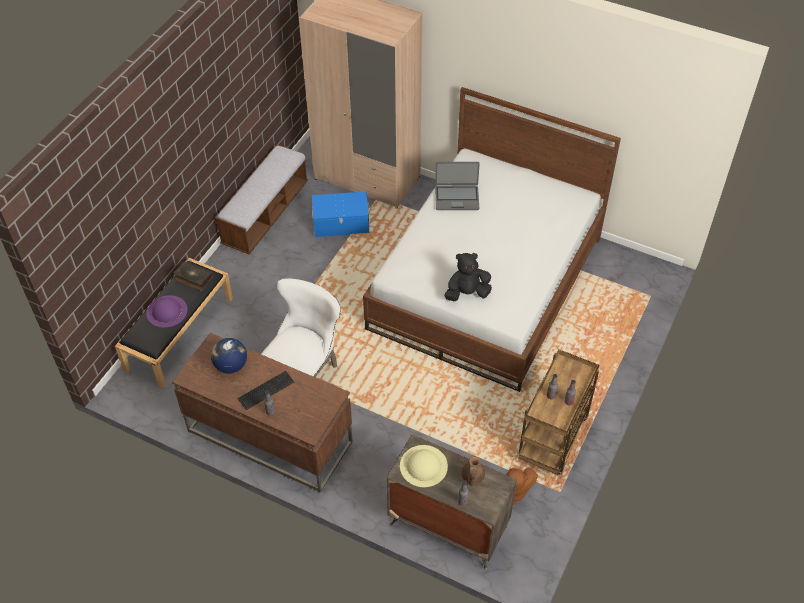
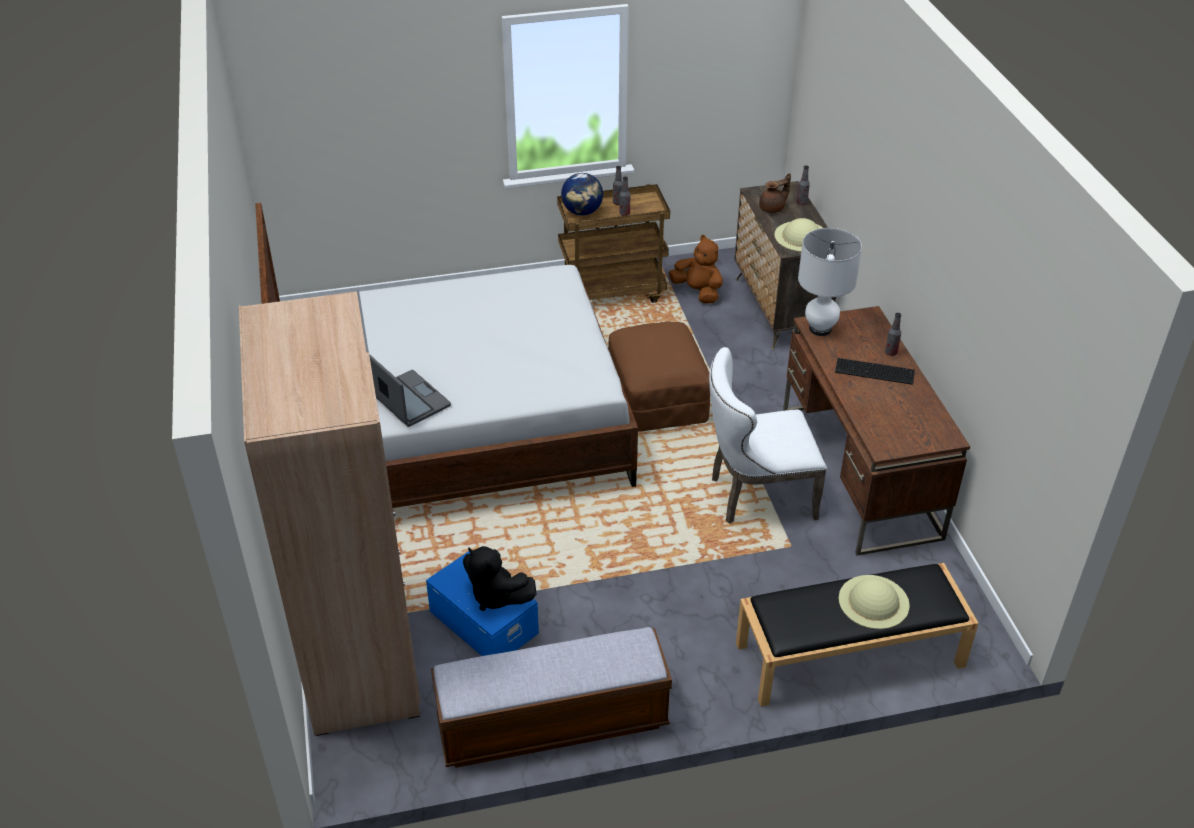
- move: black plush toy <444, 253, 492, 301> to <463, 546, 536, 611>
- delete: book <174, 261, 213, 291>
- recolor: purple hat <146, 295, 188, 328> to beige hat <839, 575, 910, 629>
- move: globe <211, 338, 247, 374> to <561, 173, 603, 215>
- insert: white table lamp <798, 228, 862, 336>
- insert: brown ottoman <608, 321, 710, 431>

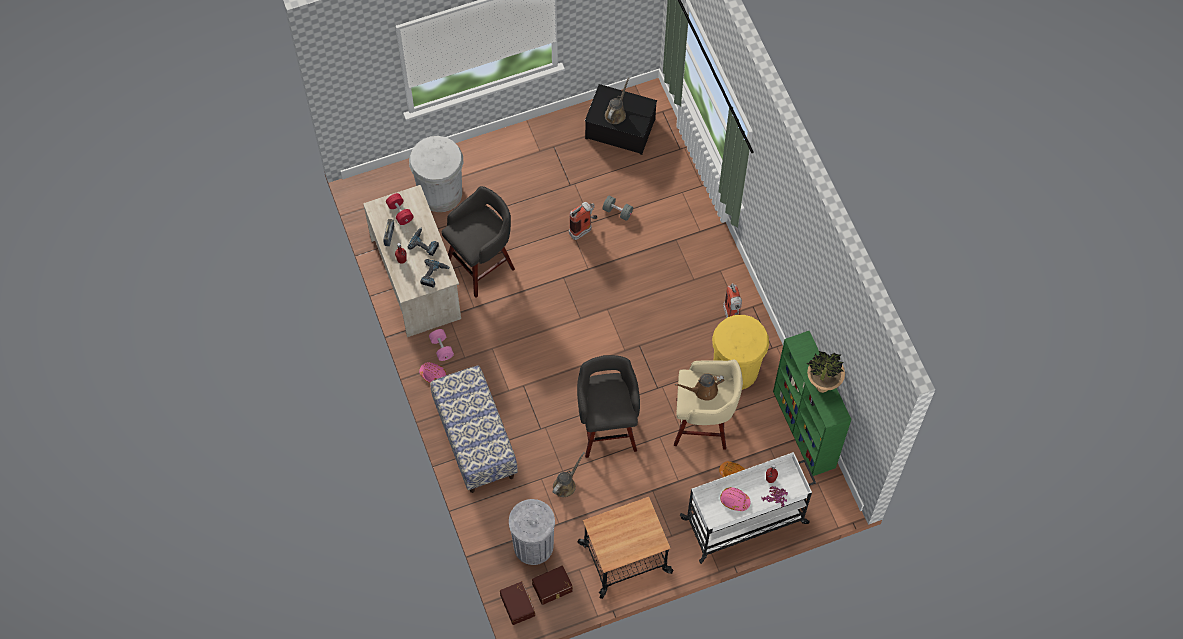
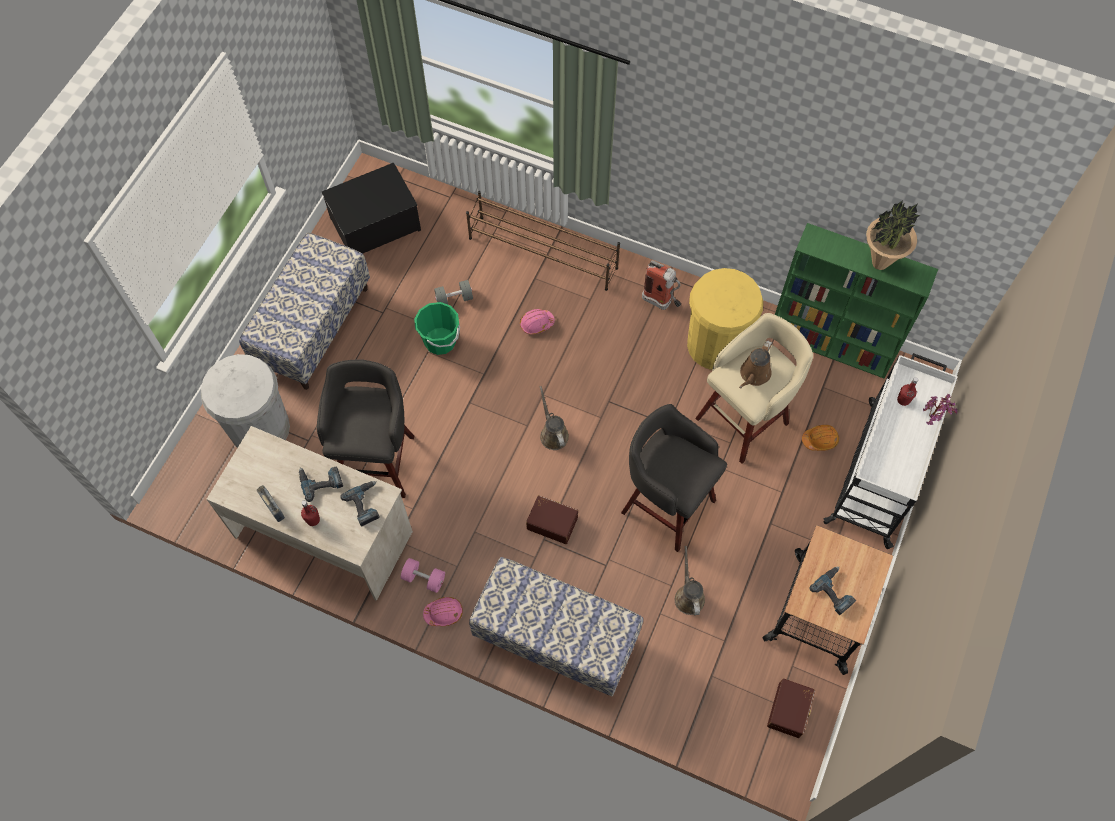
- move: brown watering can <605, 78, 629, 124> to <540, 386, 569, 450>
- delete: red dumbbell <386, 193, 413, 225>
- replace: fire extinguisher <569, 202, 597, 240> to green bucket <414, 302, 460, 355>
- move: pink hard hat <720, 487, 750, 511> to <520, 309, 555, 335>
- delete: grey trash can <509, 499, 555, 565>
- move: brown storage box <500, 581, 535, 625> to <526, 495, 578, 544>
- insert: brown shoe rack <466, 191, 620, 291>
- insert: bench <239, 232, 370, 390>
- insert: power drill <810, 566, 856, 615>

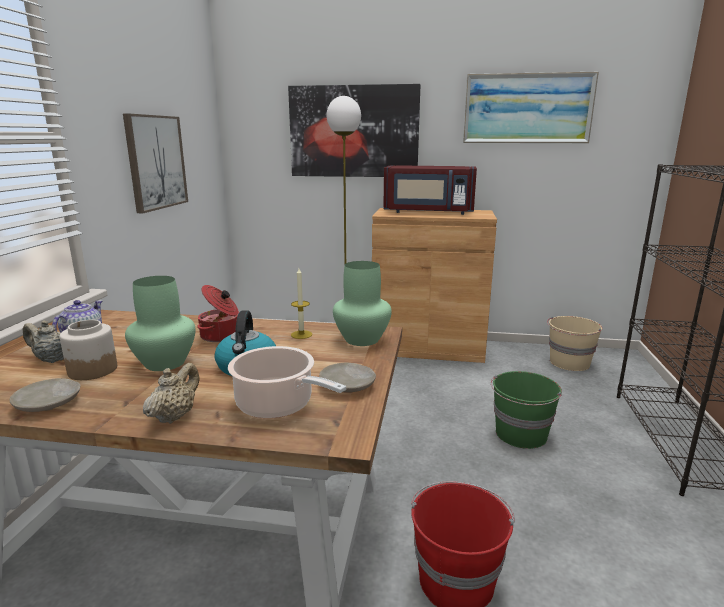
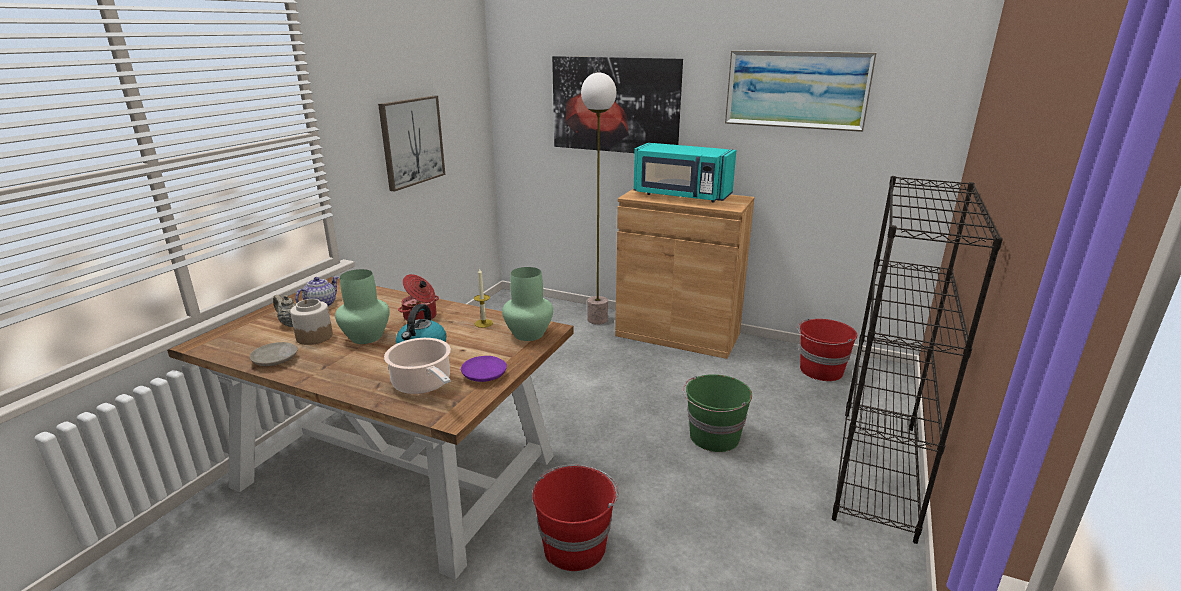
- recolor: red microwave <383, 165, 477, 215> to turquoise microwave <634, 143, 736, 203>
- recolor: beige bucket <547, 316, 602, 371> to red bucket <797, 318, 857, 381>
- recolor: beige plate <319, 362, 376, 392> to purple plate <461, 356, 507, 382>
- delete: beige teapot <143, 363, 199, 424>

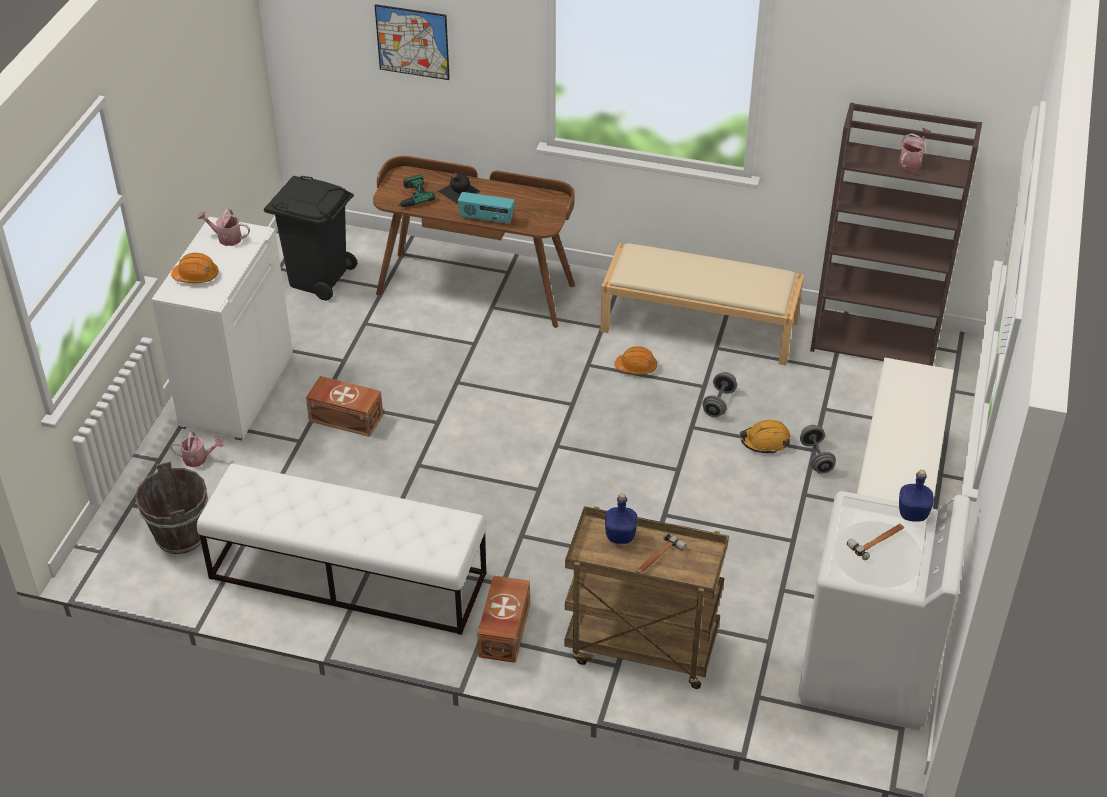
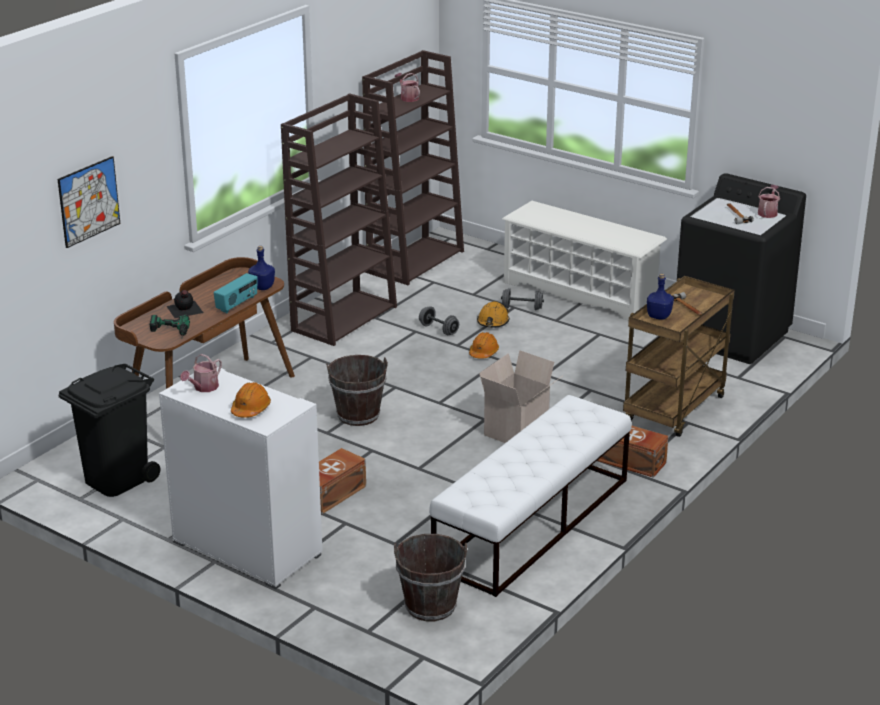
- replace: beige bench <600, 243, 804, 365> to brown bookcase <281, 93, 397, 346>
- move: orange hard hat <615, 346, 657, 374> to <469, 332, 499, 359>
- move: watering can <170, 431, 224, 467> to <758, 185, 780, 218>
- move: blue bottle <899, 470, 934, 522> to <248, 246, 275, 290>
- recolor: white washing machine <798, 491, 970, 731> to black washing machine <677, 173, 806, 364>
- insert: cardboard box <479, 350, 562, 443>
- insert: brown bucket <326, 355, 388, 426>

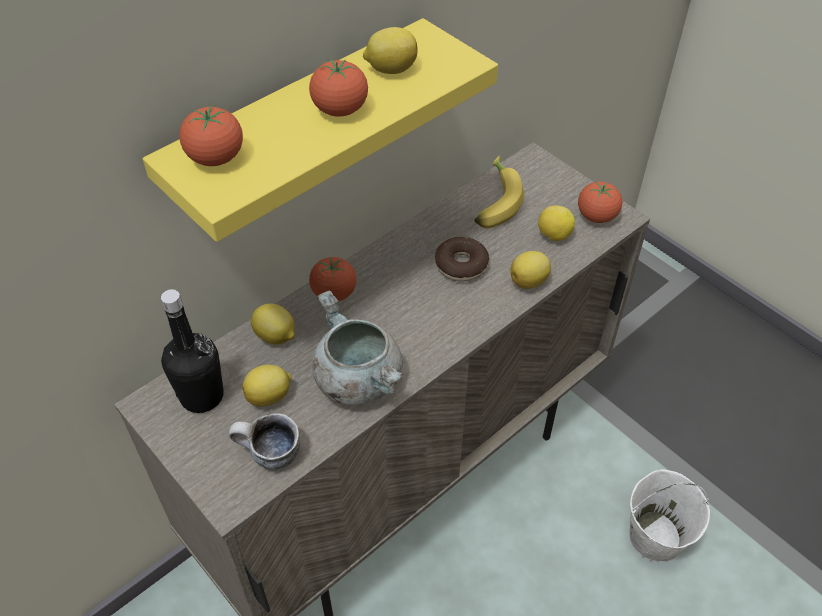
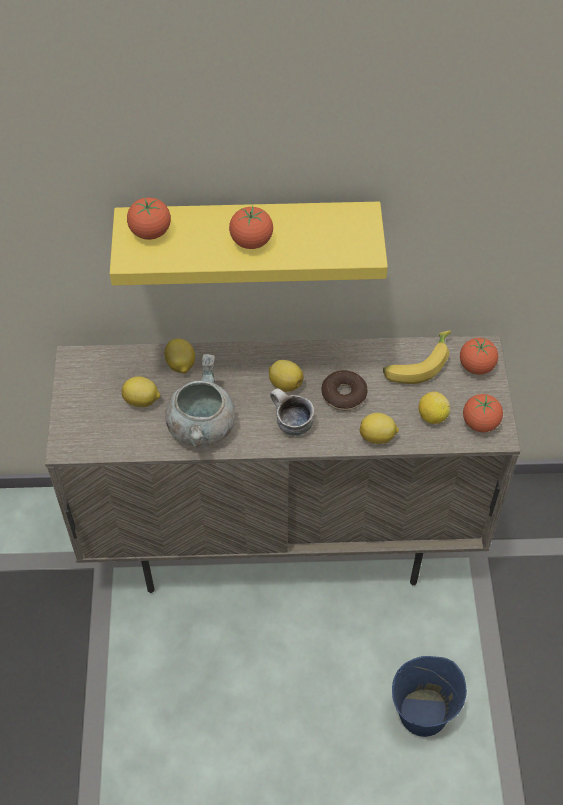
- move: lemon <363, 27, 418, 74> to <269, 360, 303, 392>
- move: tomato <309, 257, 357, 301> to <460, 338, 498, 375>
- delete: black bottle <161, 289, 224, 413>
- move: mug <229, 413, 300, 470> to <270, 388, 314, 436>
- recolor: white bucket <629, 469, 710, 562> to blue bucket <392, 656, 467, 737>

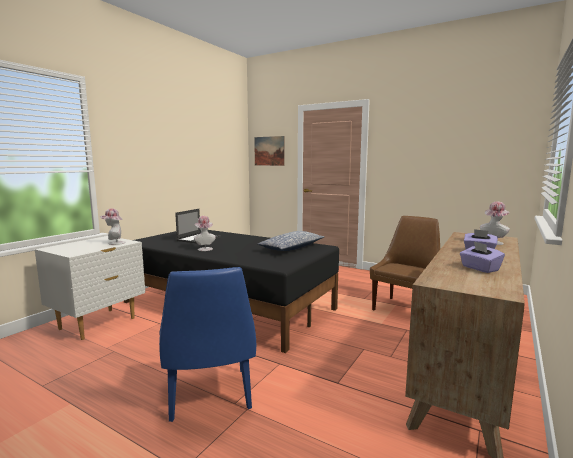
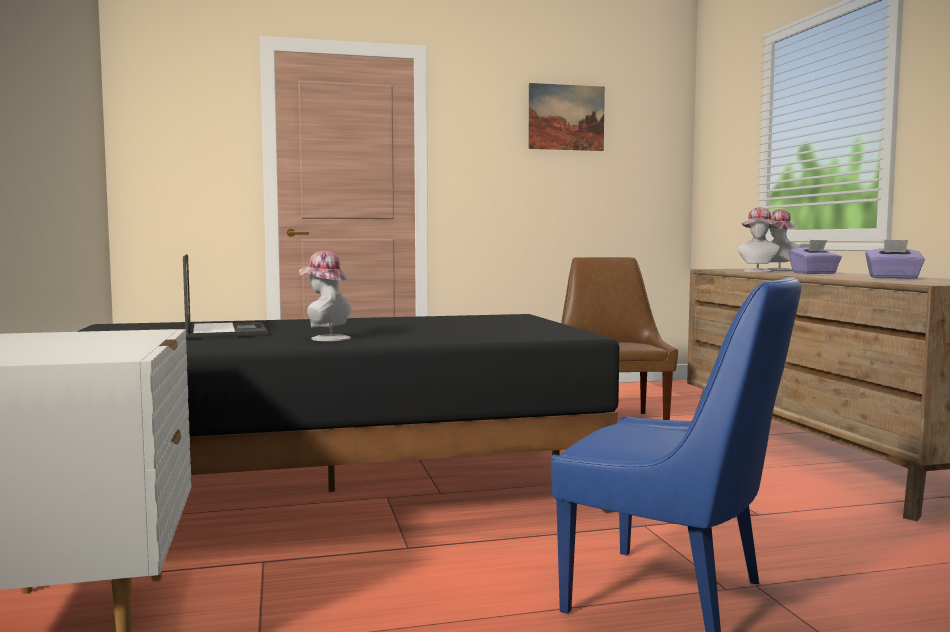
- move: picture <254, 136, 285, 166> to <528, 83, 605, 151>
- move: hat <100, 208, 126, 245> to <737, 207, 780, 272>
- delete: pillow <258, 231, 324, 251>

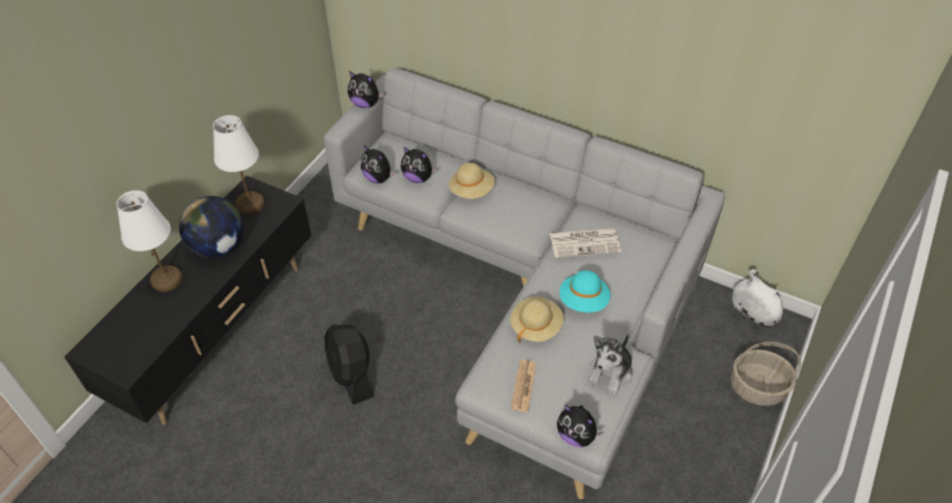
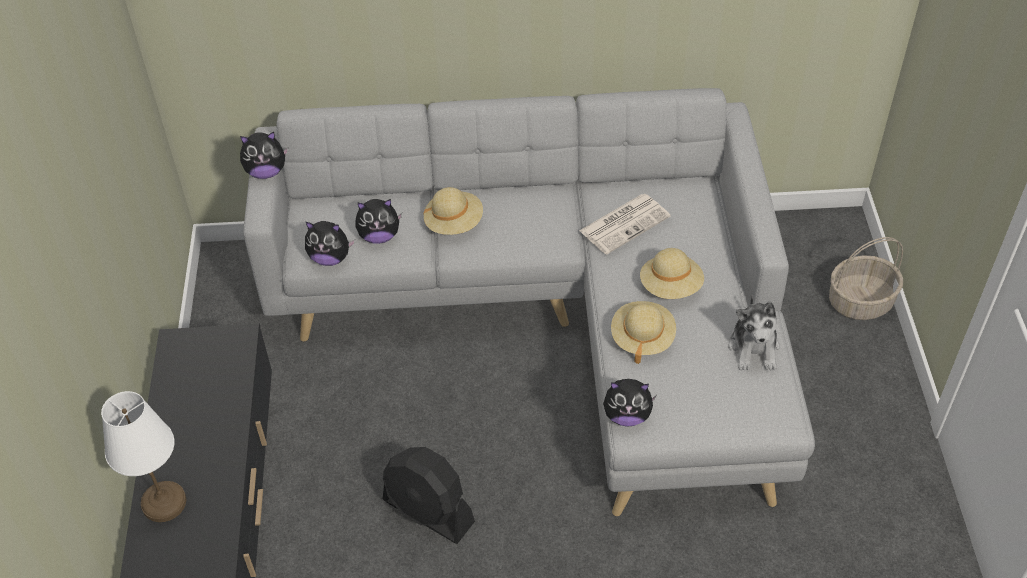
- delete: white table lamp <213, 115, 265, 215>
- delete: globe <179, 196, 244, 258>
- delete: white vase <732, 269, 783, 327>
- recolor: turquoise hat <560, 270, 610, 312> to beige hat <640, 248, 704, 299>
- delete: newspaper <511, 360, 536, 412>
- move: plush toy <557, 405, 603, 447> to <603, 379, 657, 427>

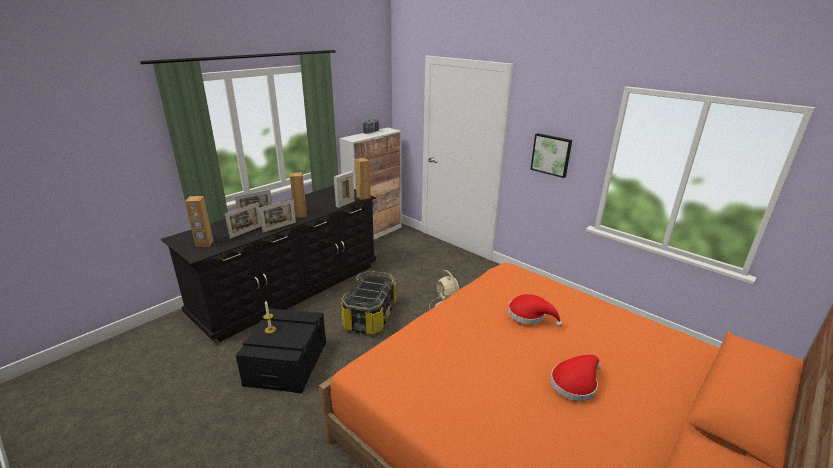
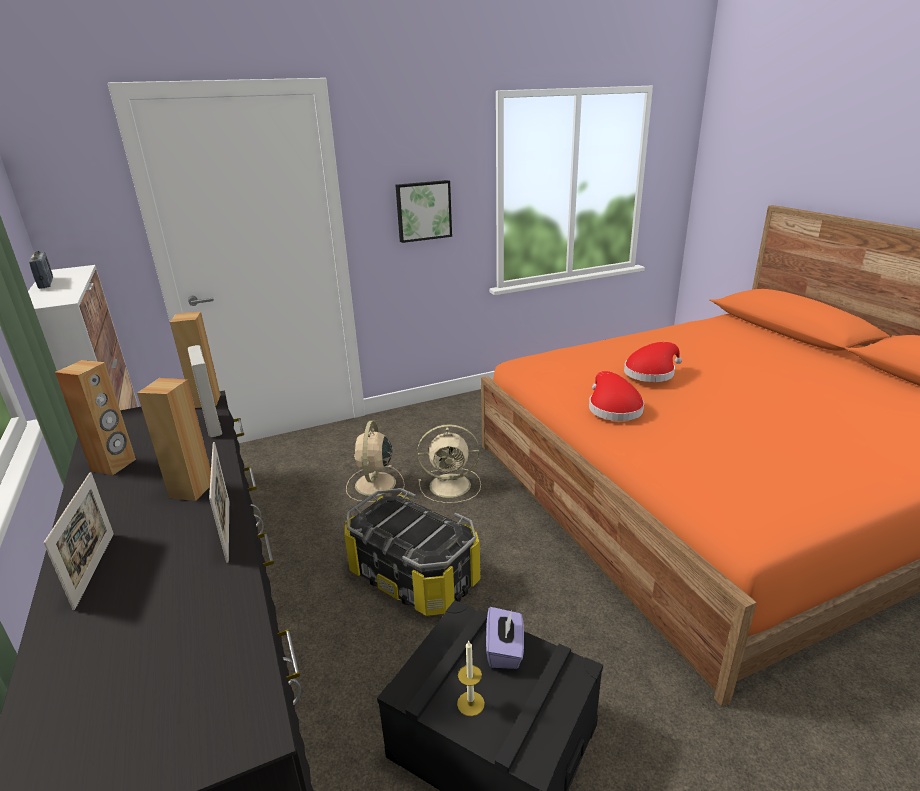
- move: brown speaker <185, 196, 214, 247> to <55, 360, 136, 475>
- delete: picture frame <225, 202, 261, 239>
- move: red hat <550, 354, 601, 401> to <589, 371, 644, 421>
- insert: beige fan <346, 420, 405, 502>
- insert: purple tissue box <486, 607, 524, 669>

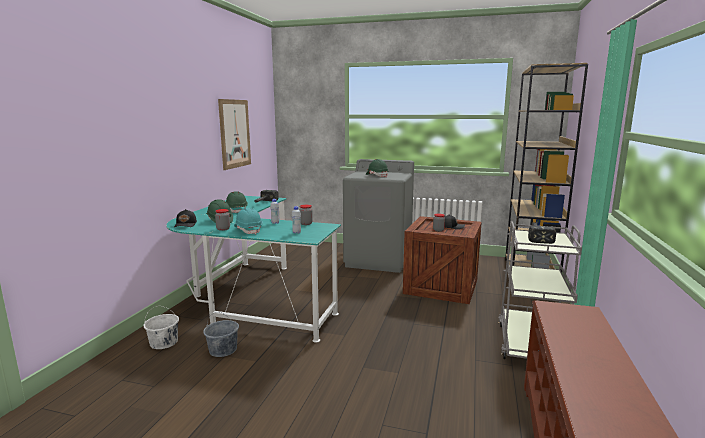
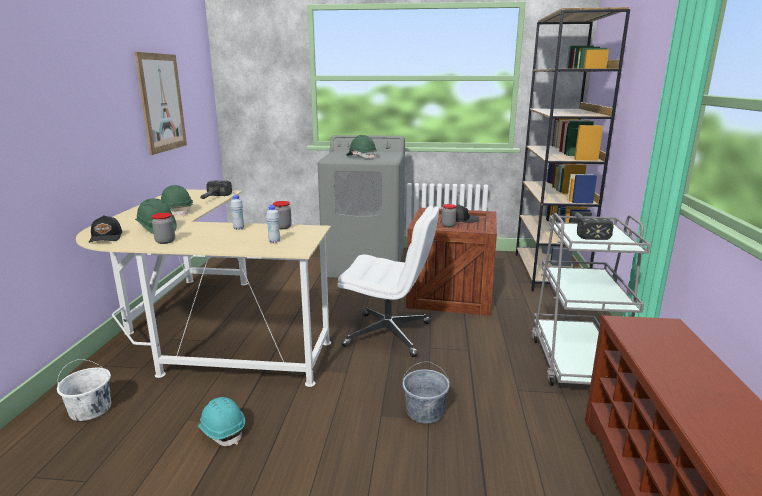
- recolor: turquoise desk <166, 196, 341, 343> to beige desk <76, 189, 331, 387>
- move: turquoise hard hat <234, 208, 263, 234> to <198, 397, 245, 446>
- move: grey bucket <203, 312, 239, 357> to <403, 361, 450, 423>
- insert: white office chair <337, 206, 439, 357>

